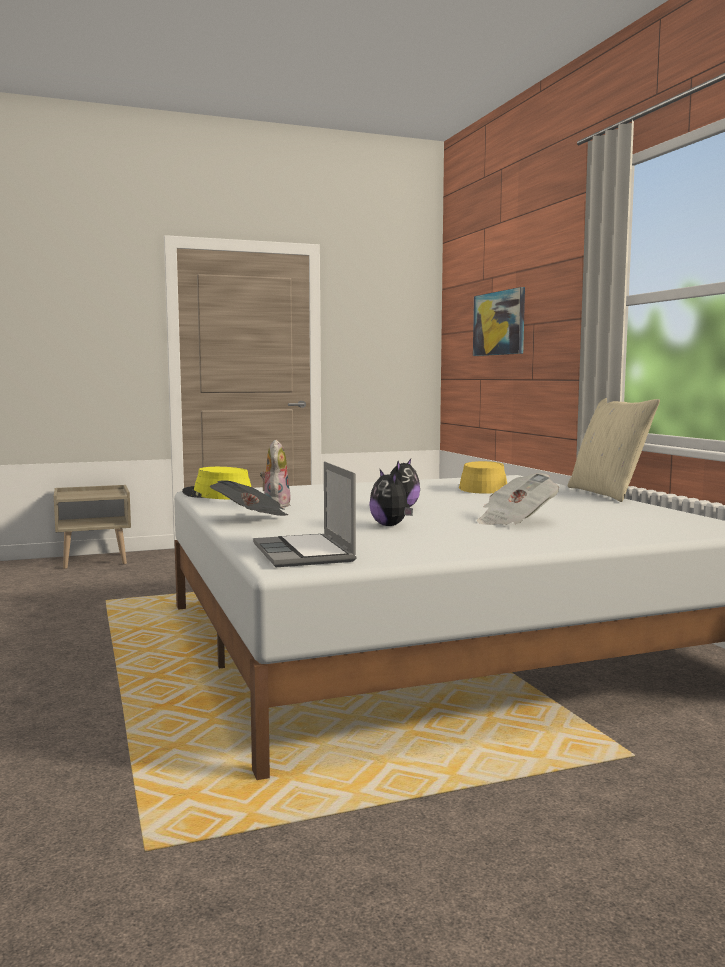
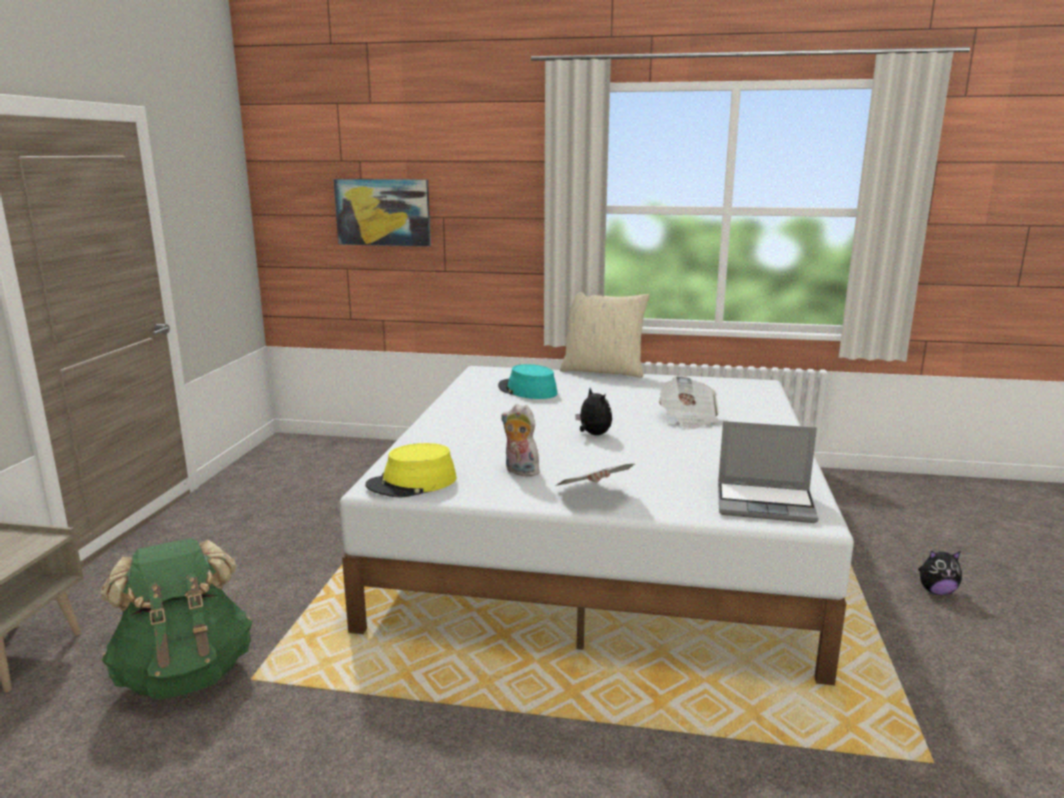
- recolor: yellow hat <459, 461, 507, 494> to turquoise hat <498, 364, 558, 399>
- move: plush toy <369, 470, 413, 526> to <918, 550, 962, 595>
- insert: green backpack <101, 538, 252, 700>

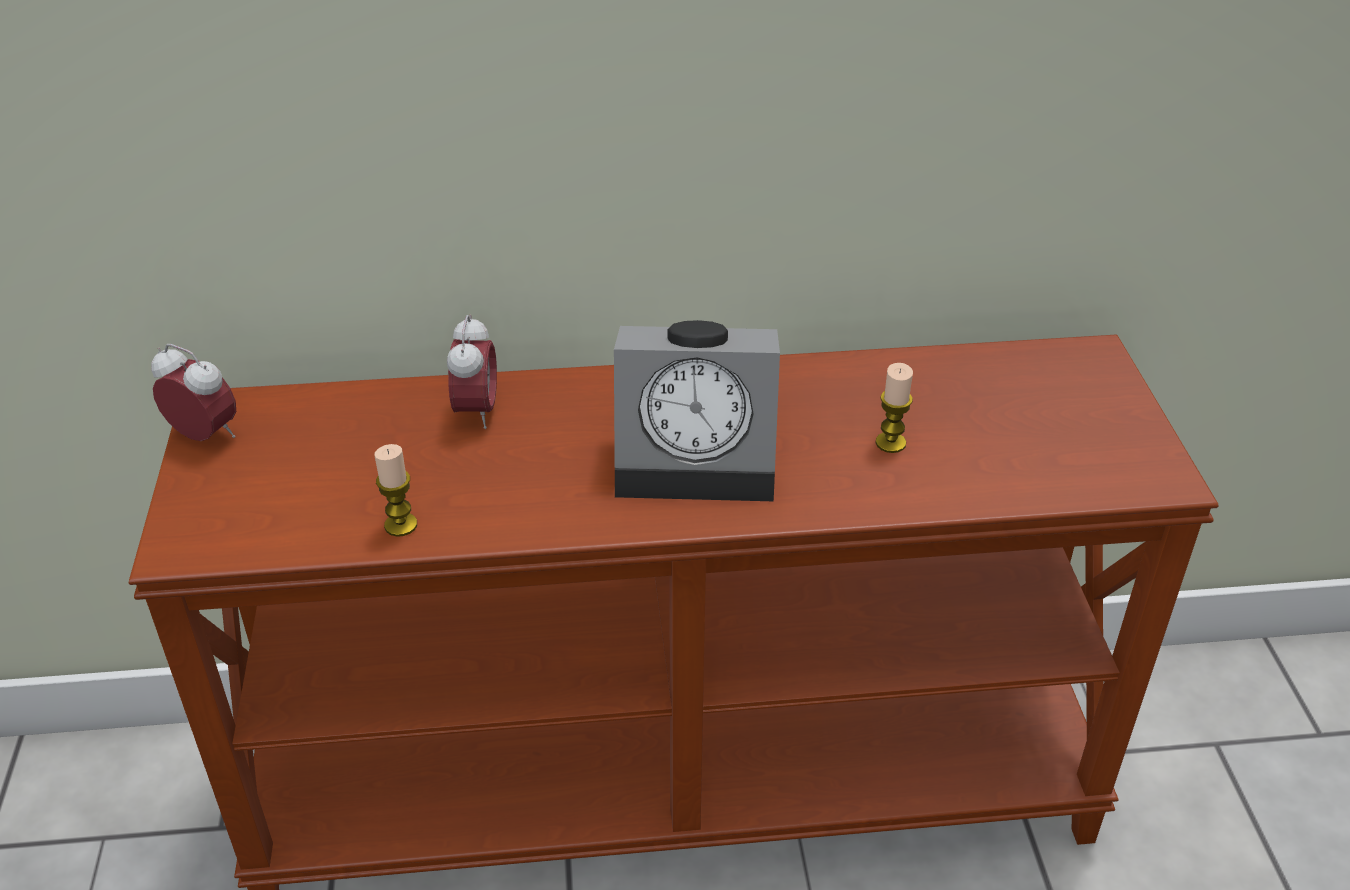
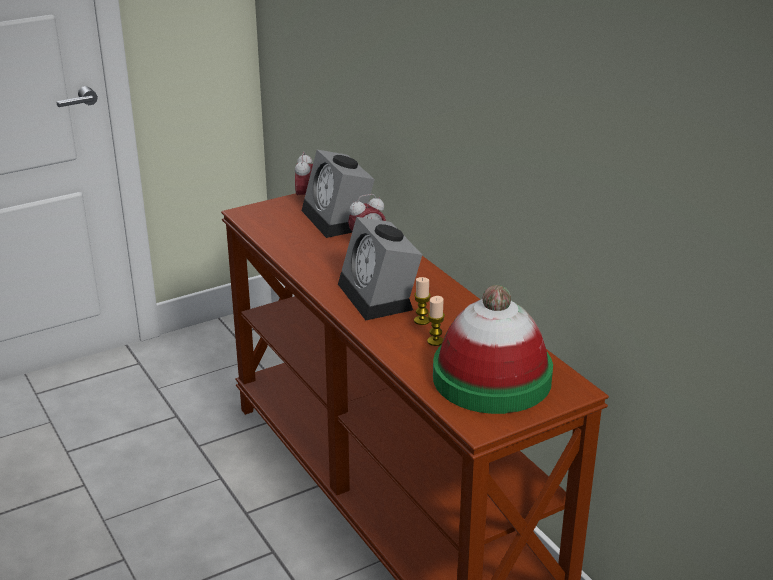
- move: candle <375, 444, 417, 537> to <414, 277, 431, 325>
- insert: alarm clock <301, 150, 375, 238>
- insert: hat <433, 285, 553, 414>

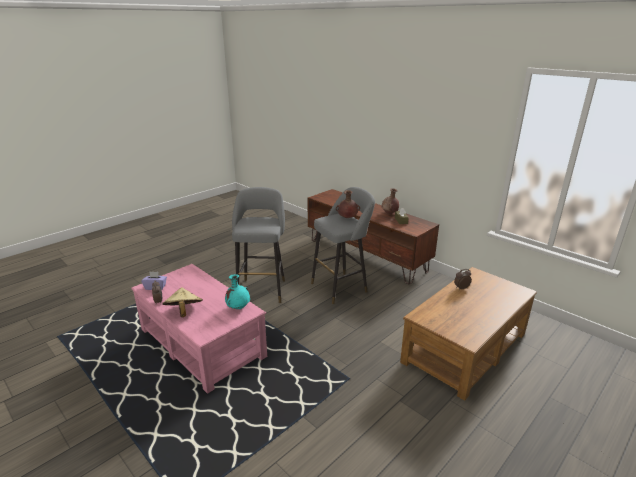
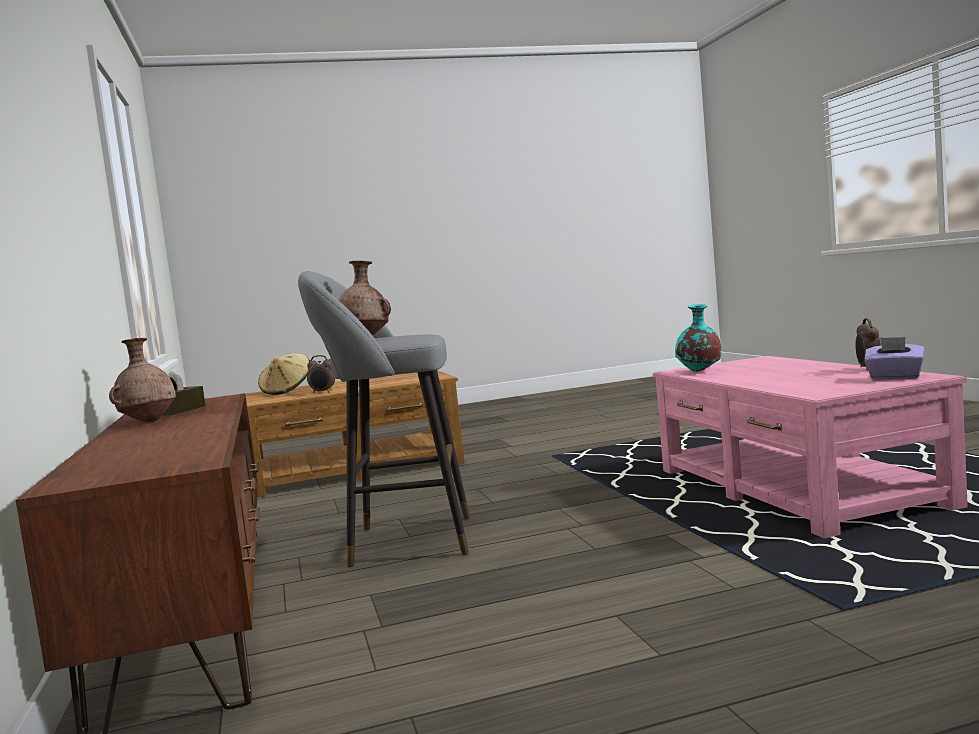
- delete: grey stool <232, 187, 285, 303>
- move: beige hat <162, 287, 203, 317> to <258, 354, 310, 395>

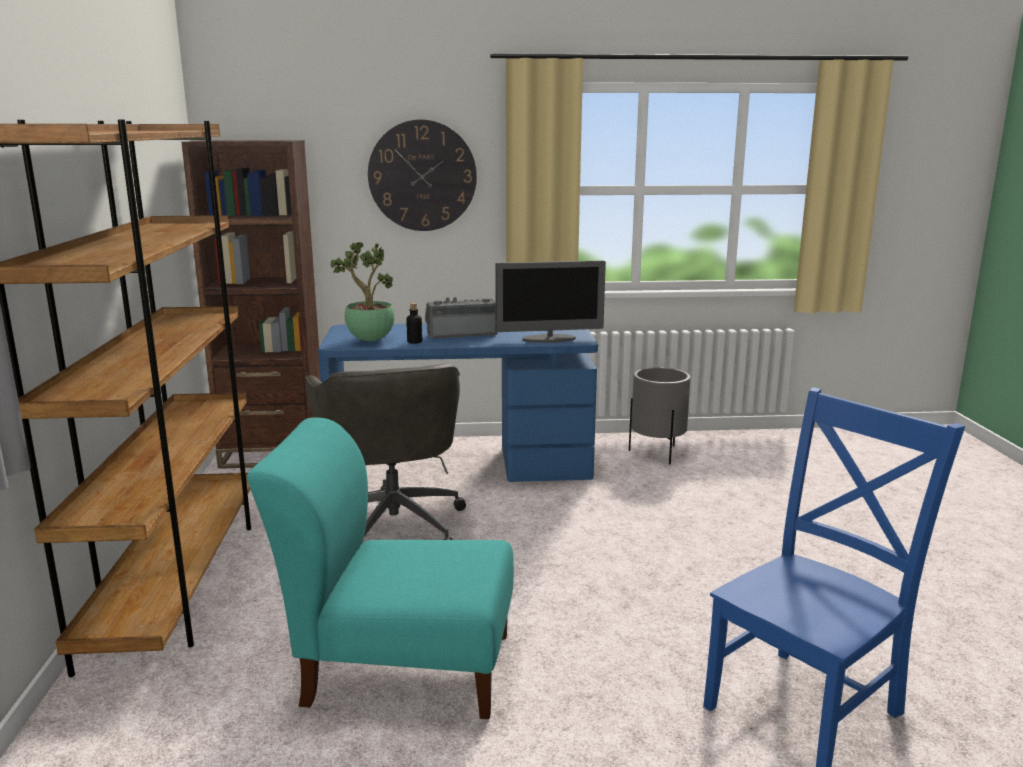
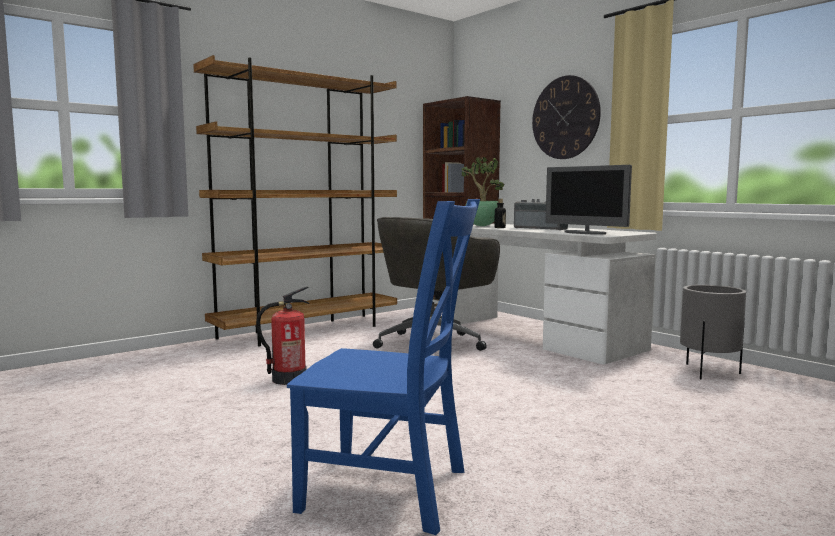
- recolor: blue desk <318, 323, 598, 482> to white desk <454, 224, 657, 365>
- replace: turquoise chair <247, 418, 514, 719> to fire extinguisher <256, 287, 309, 385>

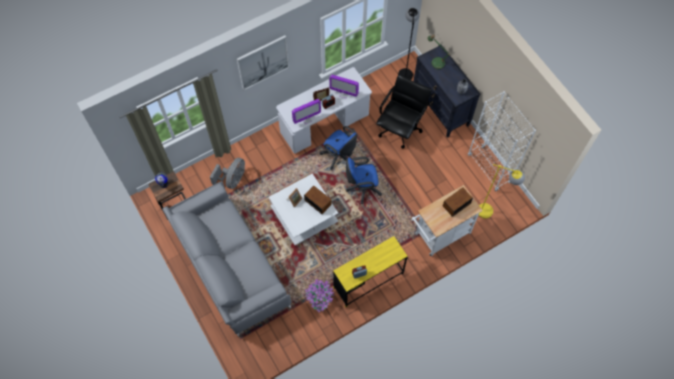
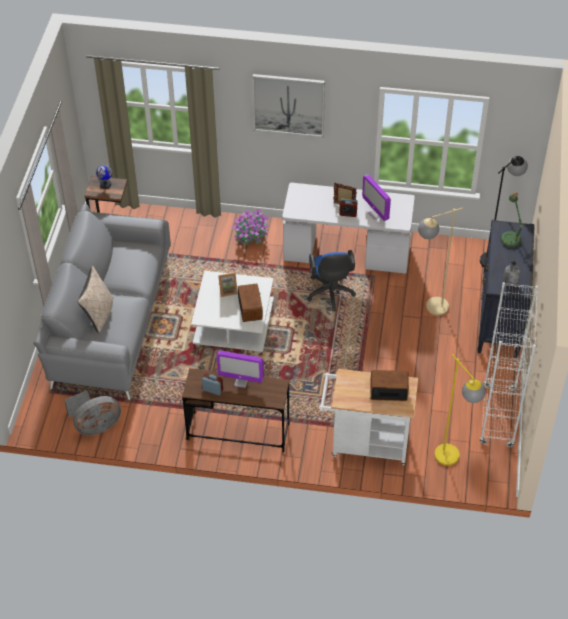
- replace: black office chair <376, 75, 432, 149> to beige floor lamp <418, 208, 463, 315>
- move: monitor <292, 99, 321, 124> to <216, 351, 264, 388>
- delete: blue office chair <346, 157, 382, 204>
- move: grey fan <210, 158, 245, 189> to <64, 390, 121, 435>
- recolor: yellow desk <333, 236, 408, 307> to brown desk <182, 368, 289, 452>
- move: potted plant <305, 279, 334, 312> to <231, 209, 269, 246>
- insert: beige pillow <78, 266, 113, 333>

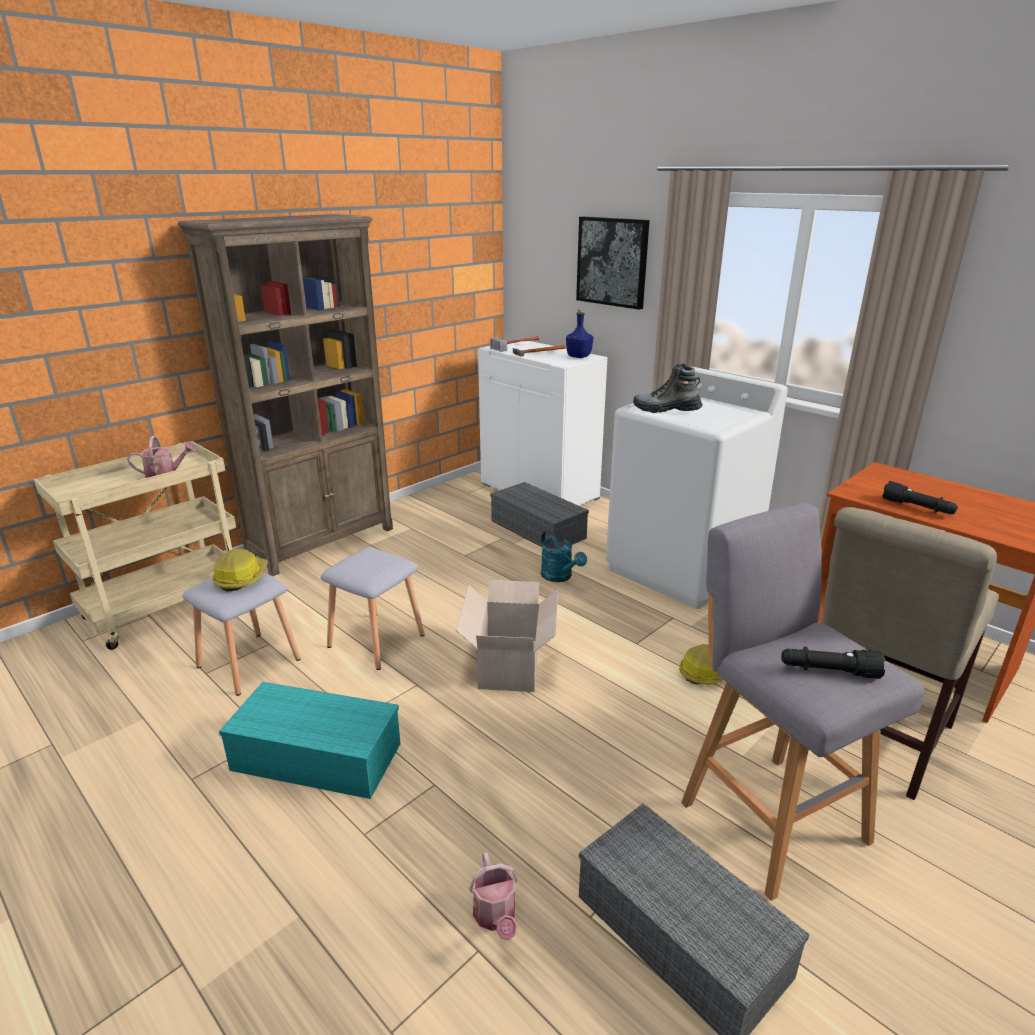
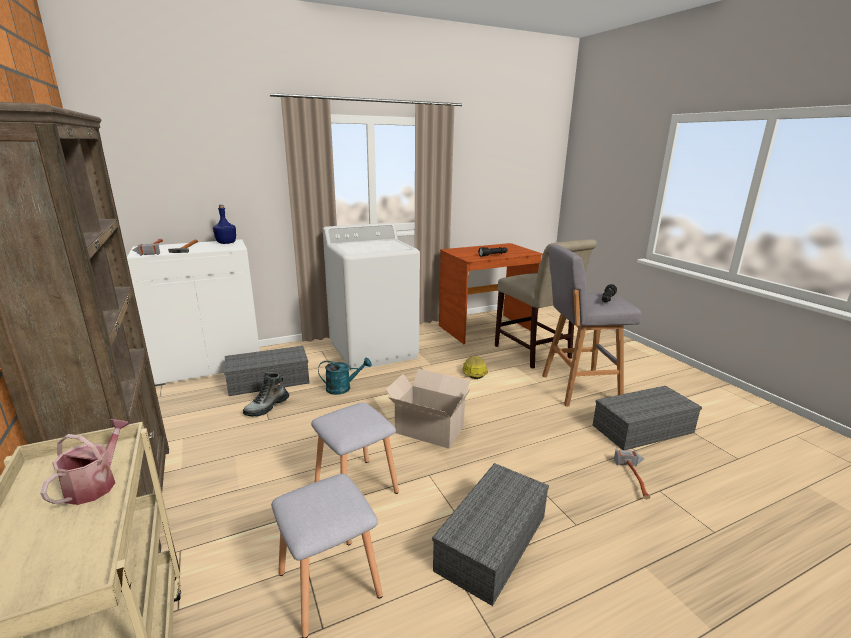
- delete: picture <576, 217, 650, 310>
- move: boot <633, 363, 703, 413> to <243, 372, 289, 417>
- delete: hard hat <212, 548, 268, 591>
- recolor: turquoise storage box <219, 682, 401, 799> to grey storage box <432, 463, 549, 606>
- replace: watering can <469, 852, 518, 941> to hammer <614, 449, 651, 499>

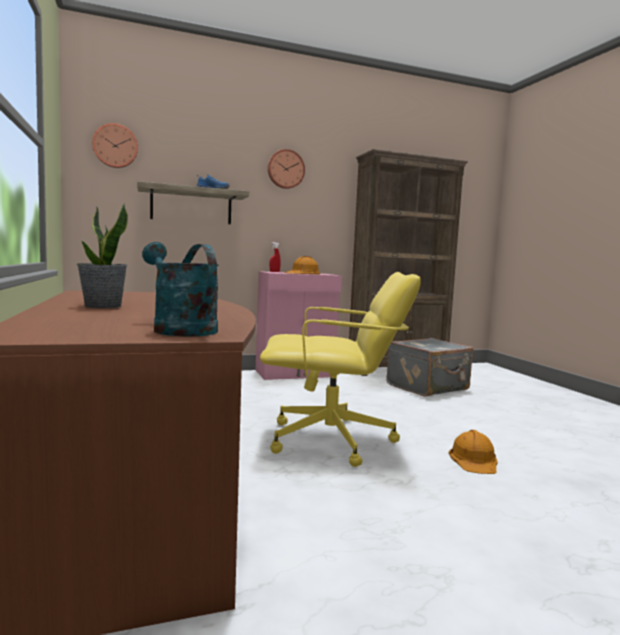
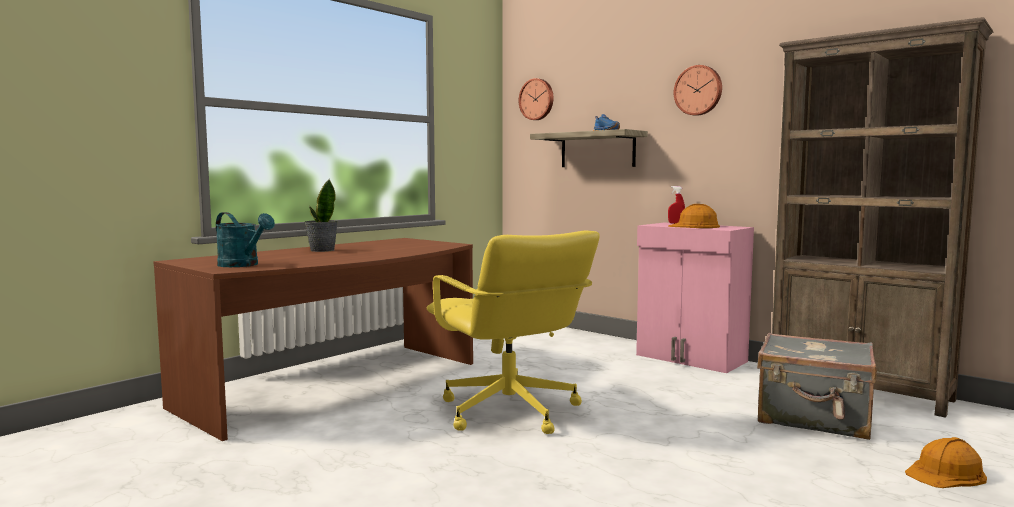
- rotate: turquoise watering can <142, 242, 219, 336> = <216, 212, 275, 267> 105 degrees clockwise
- move: orange hard hat <449, 430, 497, 474> to <905, 437, 987, 488>

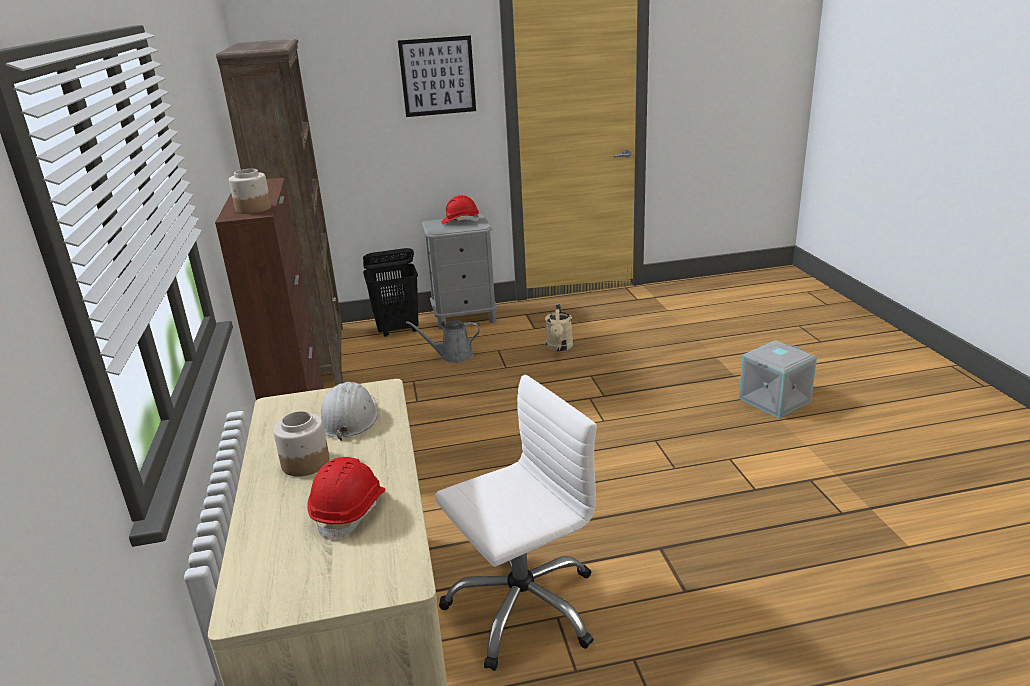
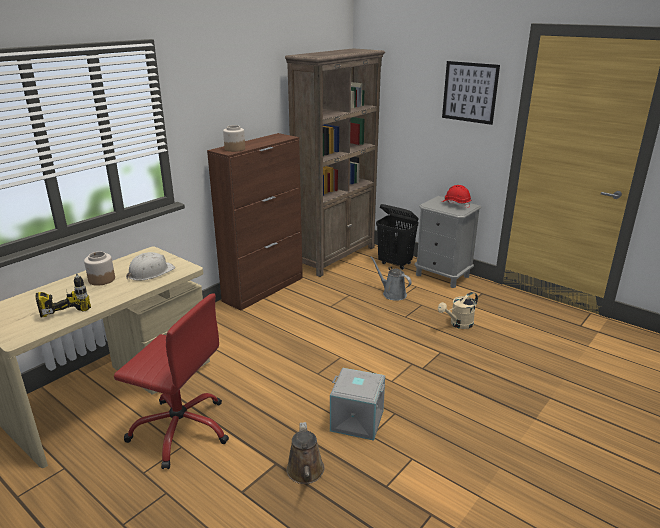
- move: grey storage box <739, 340, 817, 418> to <330, 368, 385, 441>
- recolor: white office chair <435, 374, 597, 671> to red office chair <114, 293, 229, 469>
- replace: red hard hat <307, 457, 386, 541> to power drill <35, 273, 91, 317>
- insert: brown watering can <286, 422, 325, 484>

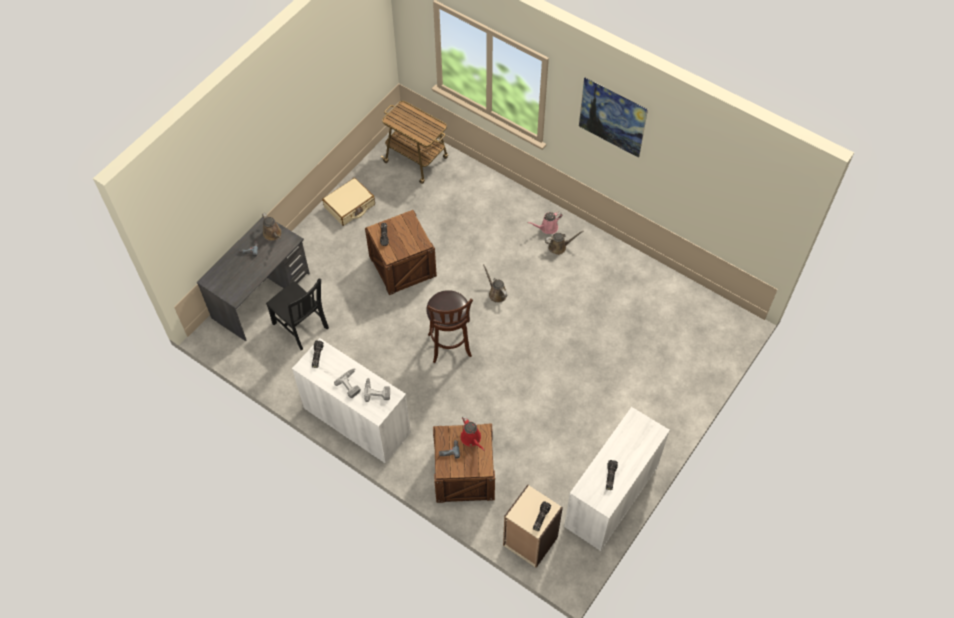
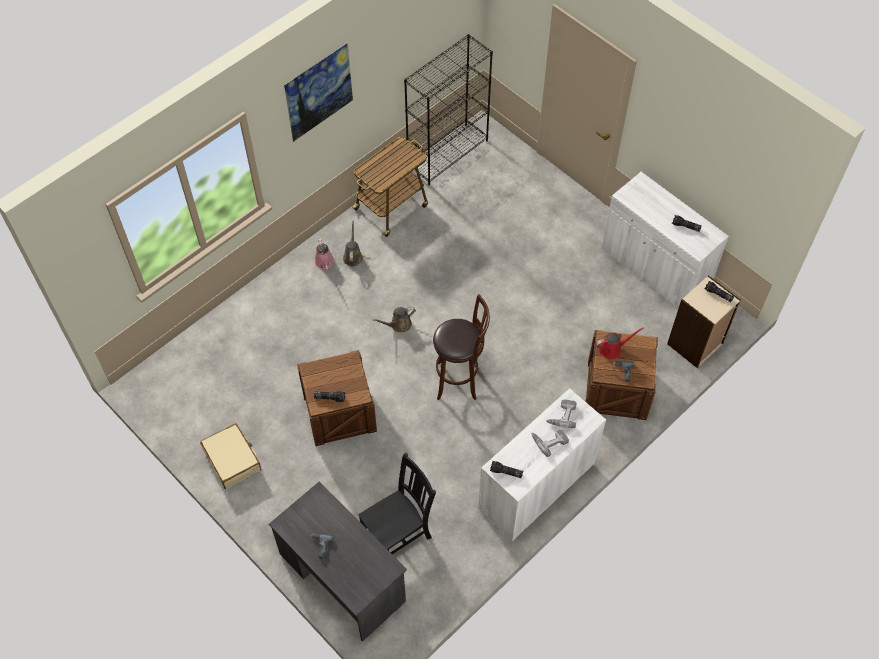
- move: cart <381, 101, 448, 184> to <351, 137, 428, 237>
- delete: brown watering can <262, 213, 282, 241>
- insert: black bookcase <404, 34, 493, 185>

